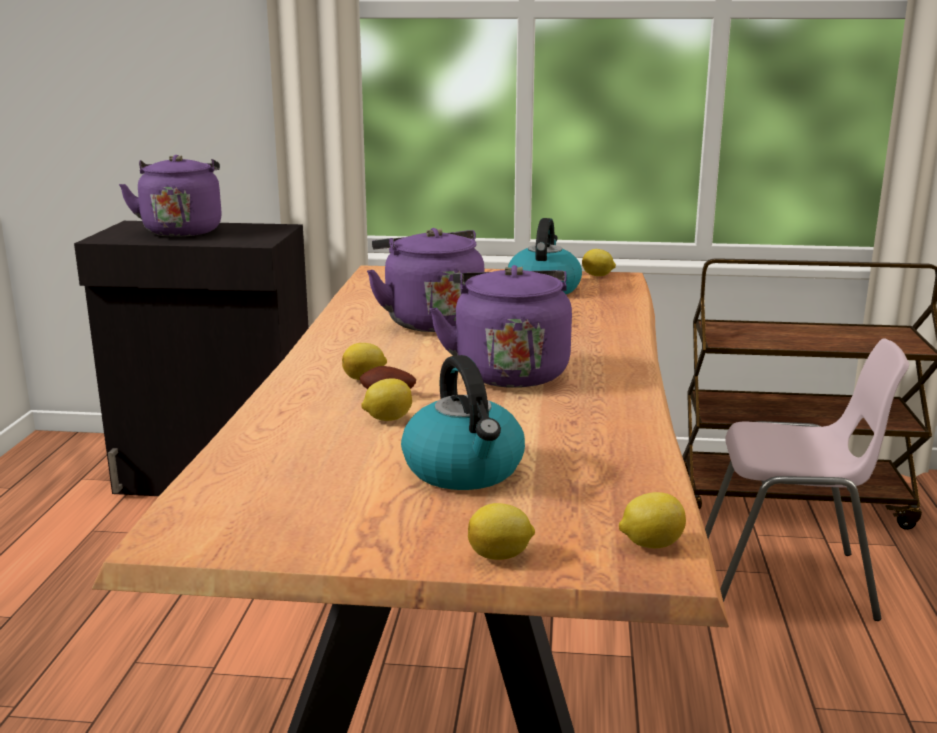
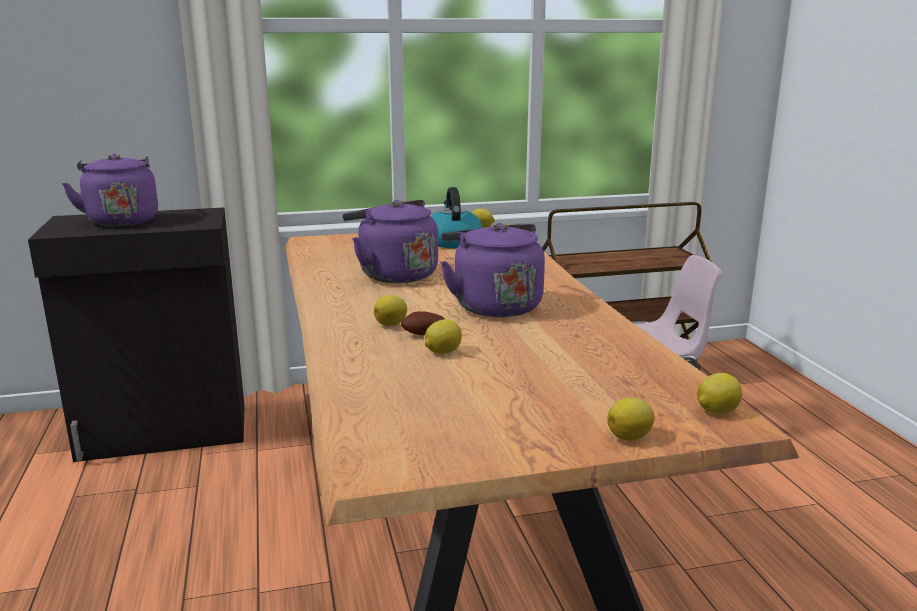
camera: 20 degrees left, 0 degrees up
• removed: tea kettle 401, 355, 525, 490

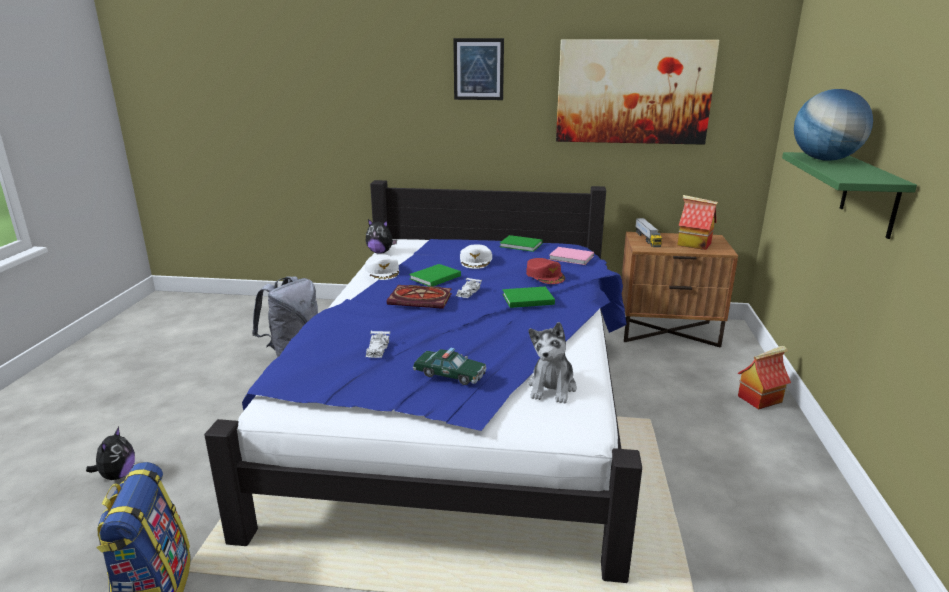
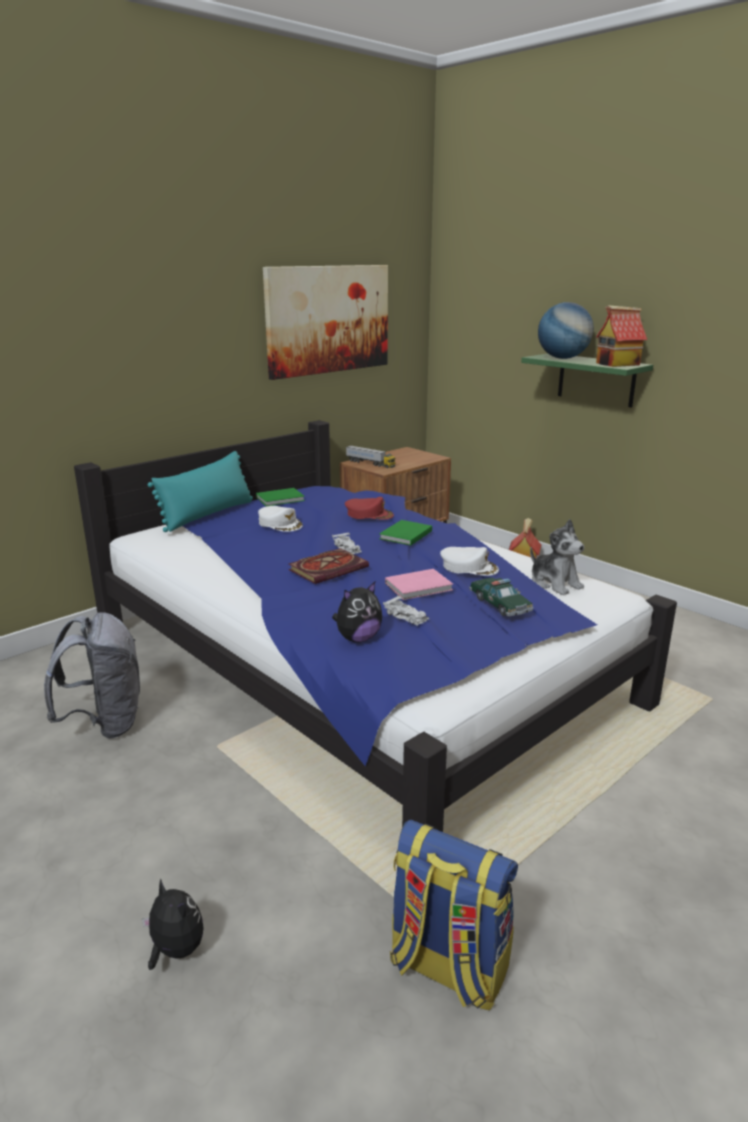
camera: 50 degrees left, 0 degrees up
• removed: wall art 453, 38, 504, 100
• moved: toy house 677, 195, 718, 250 to 596, 305, 647, 367
• moved: soft toy 366, 219, 397, 254 to 332, 582, 382, 643
• moved: pink bound book 549, 247, 594, 265 to 385, 569, 453, 600
• moved: white-coloured cap 365, 254, 399, 280 to 440, 547, 499, 576
• removed: green-coloured bound book 409, 264, 461, 287
• turned: miniature car 413, 348, 487, 385 = 469, 577, 534, 617 90 degrees clockwise
• added: turquoise-coloured throw pillow 148, 451, 253, 532

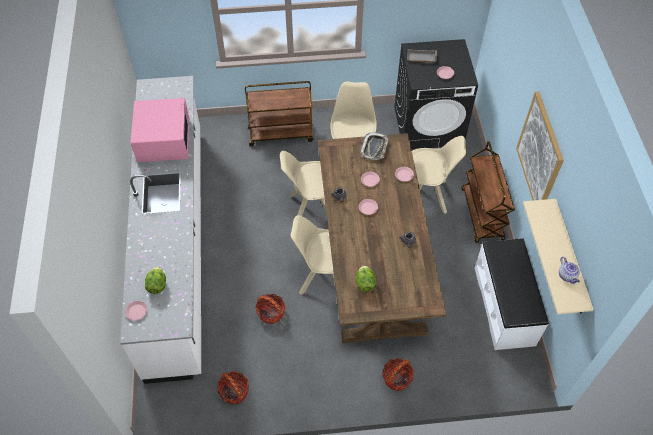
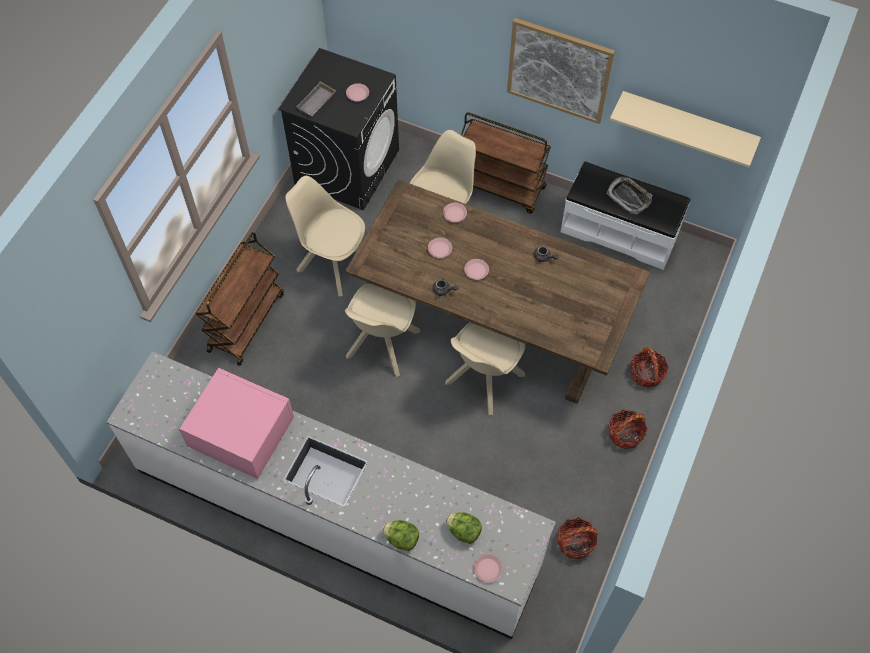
camera: 60 degrees left, 5 degrees up
• moved: serving tray 360, 132, 389, 160 to 607, 177, 652, 214
• removed: teapot 559, 257, 580, 284
• moved: lettuce 356, 266, 376, 292 to 382, 520, 419, 551
• moved: household basket 255, 294, 285, 324 to 608, 410, 648, 449

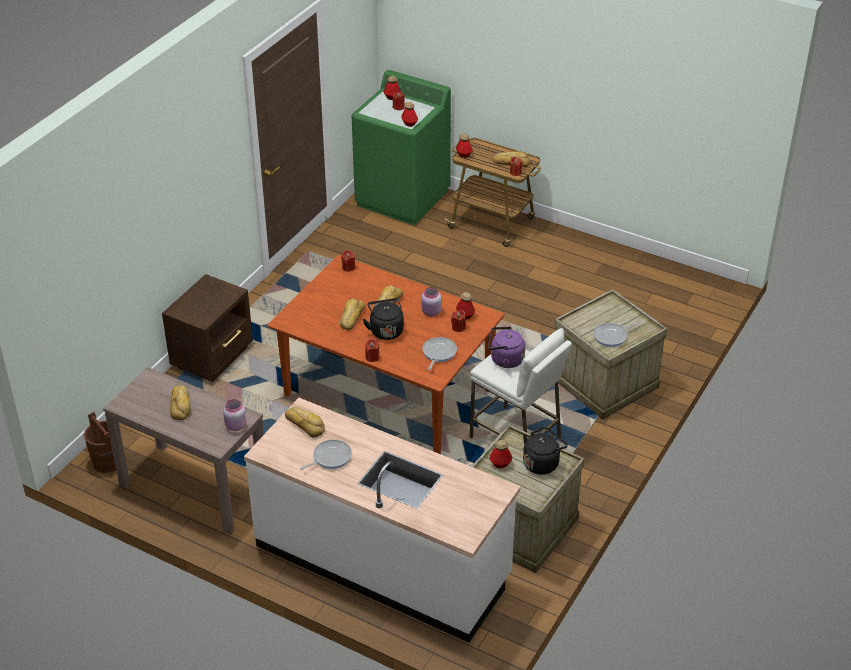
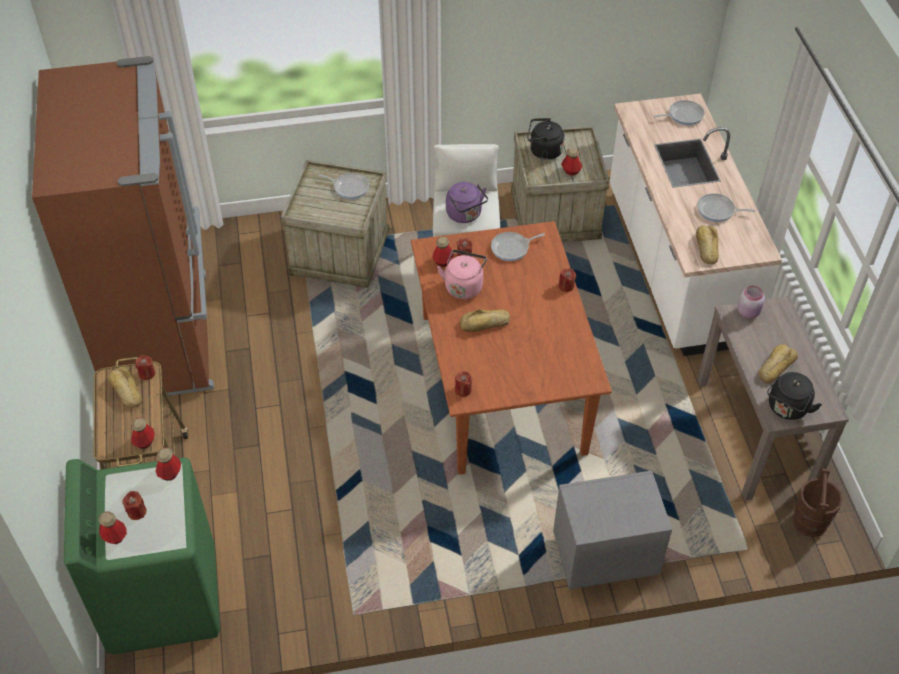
camera: 130 degrees left, 10 degrees up
• recoloured: brownish night table 162, 274, 253, 382 to greyish night table 553, 471, 672, 589
• replaced: pink jar 422, 287, 442, 316 to pink tea kettle 437, 250, 487, 299
• moved: black tea kettle 363, 298, 404, 340 to 767, 372, 822, 420
• removed: bread 340, 299, 366, 330
• added: brownish fridge 32, 56, 214, 403
• added: pan 654, 100, 705, 125

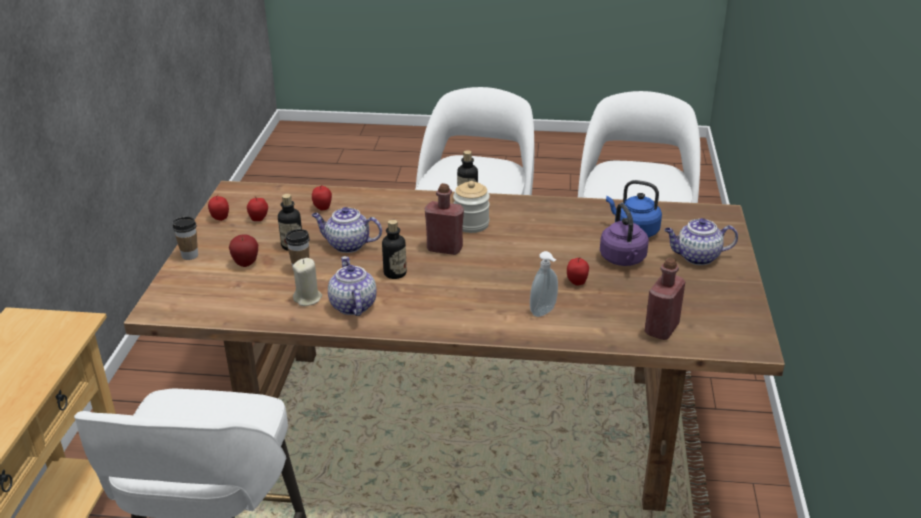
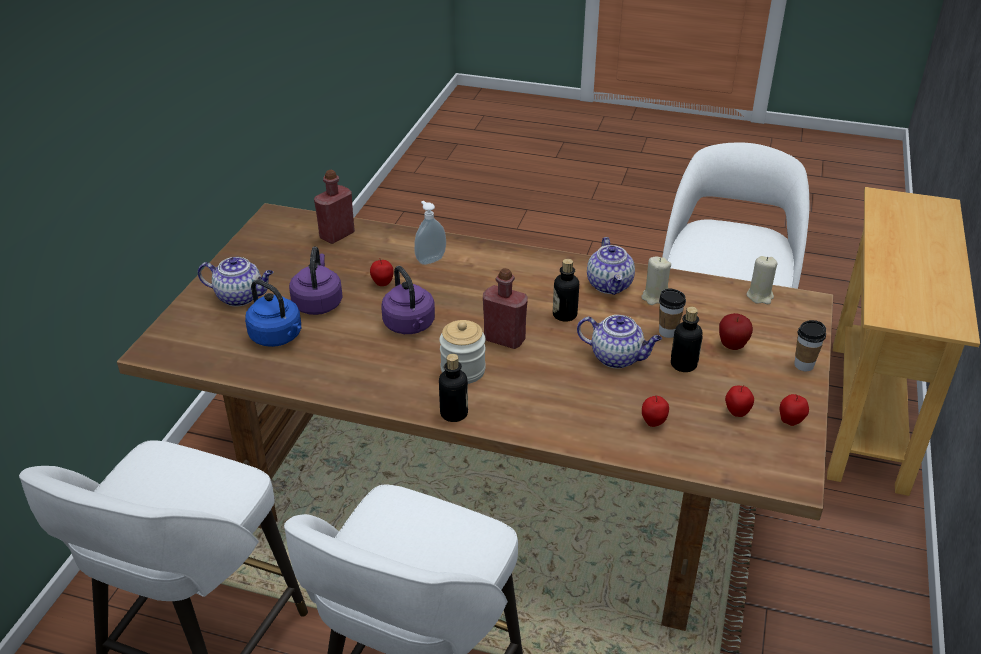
camera: 170 degrees left, 5 degrees up
• added: sand-coloured candle 747, 256, 777, 304
• added: purple-coloured tea kettle 381, 266, 435, 334

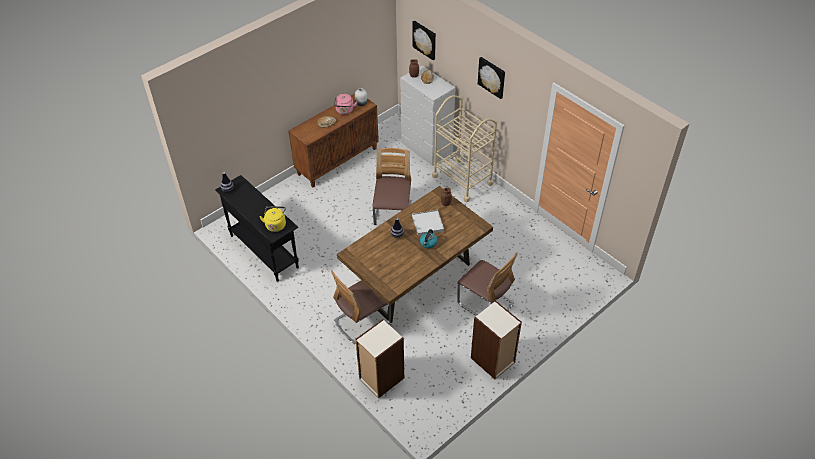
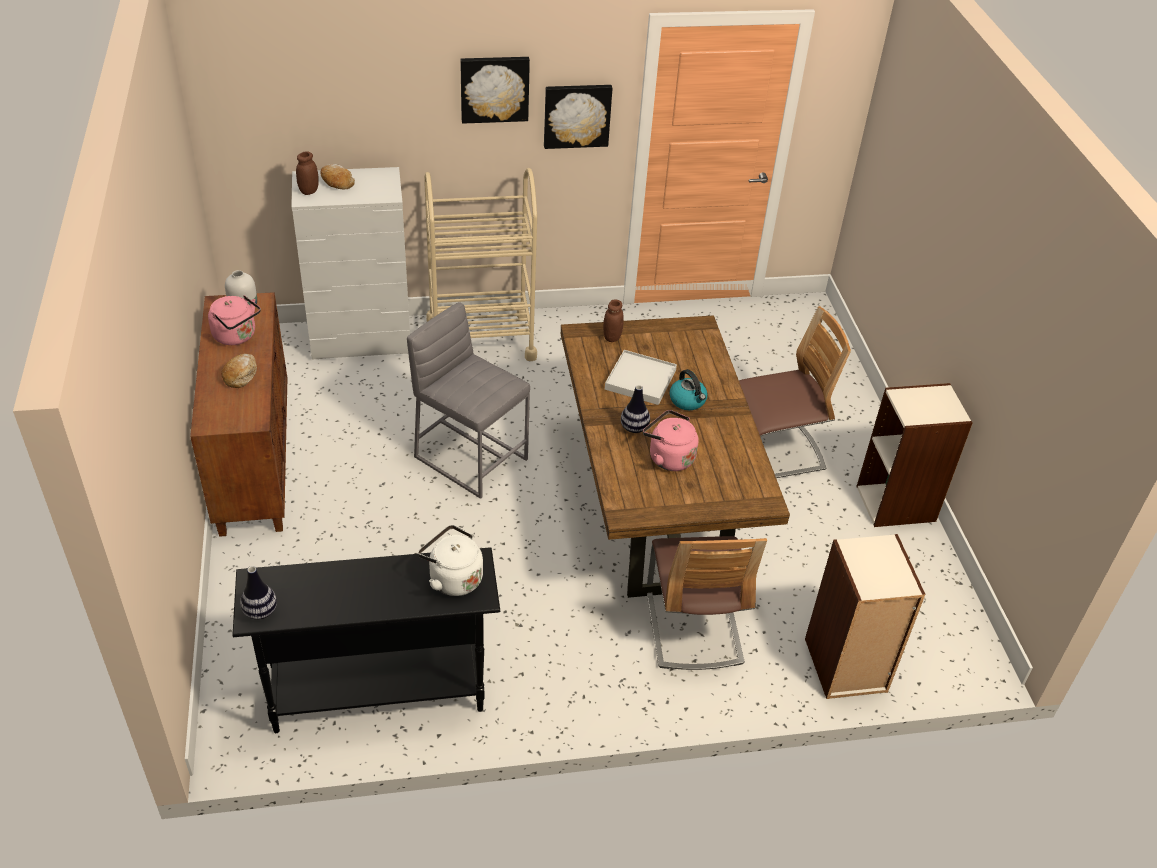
camera: 60 degrees left, 5 degrees down
• moved: wall art 413, 21, 436, 60 to 544, 85, 613, 149
• replaced: chair 372, 148, 412, 225 to greyish sitting stool 407, 302, 530, 499
• recoloured: yellow-coloured tea kettle 259, 206, 286, 232 to white-coloured tea kettle 418, 525, 483, 596
• added: pink tea kettle 643, 410, 698, 471

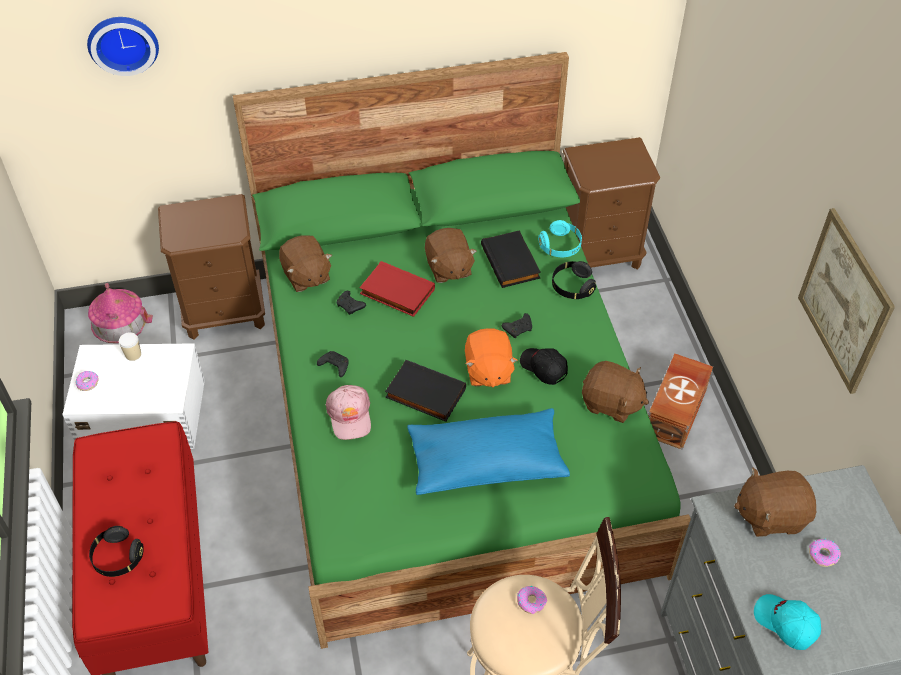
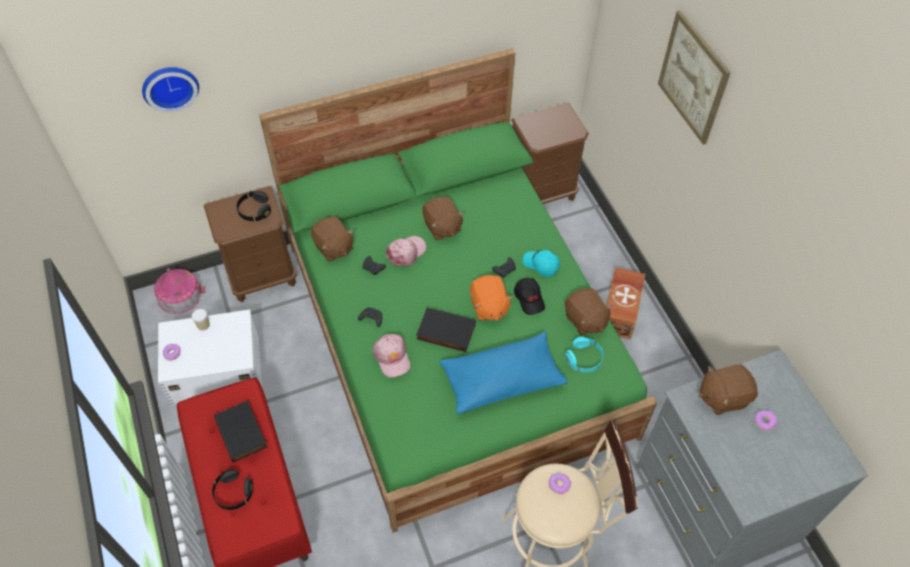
camera: 10 degrees left, 5 degrees up
• moved: wall art 798, 208, 895, 394 to 658, 10, 731, 145
• moved: turquoise-coloured headphones 538, 220, 582, 257 to 565, 337, 603, 373
• moved: black bound book 481, 230, 541, 288 to 214, 400, 267, 462
• replaced: red bound book 360, 261, 435, 317 to pink cap 386, 236, 426, 266
• moved: black headphones 552, 261, 596, 299 to 236, 191, 271, 221
• turned: black cap 520, 348, 568, 385 = 514, 278, 545, 315 150 degrees counterclockwise
• turned: brownish soft toy 582, 361, 649, 423 = 565, 288, 613, 336 45 degrees clockwise
• moved: turquoise-coloured cap 754, 594, 821, 650 to 523, 250, 560, 277

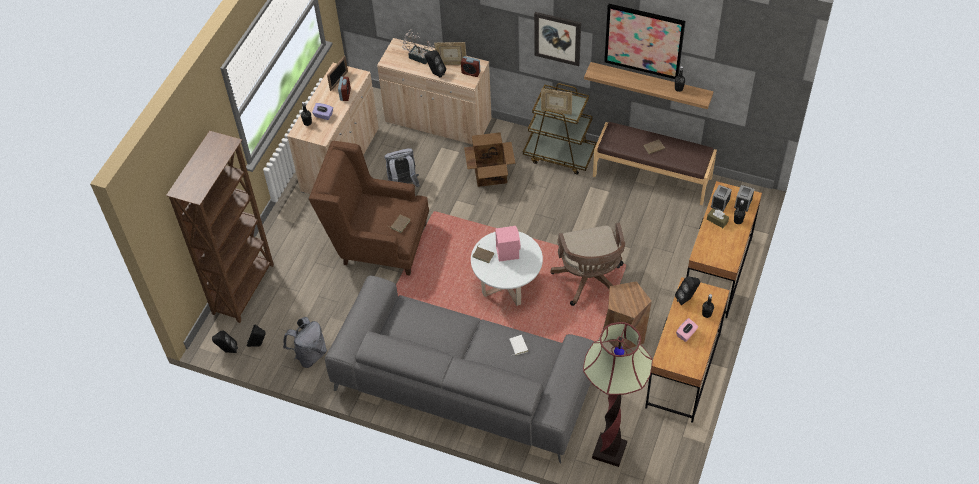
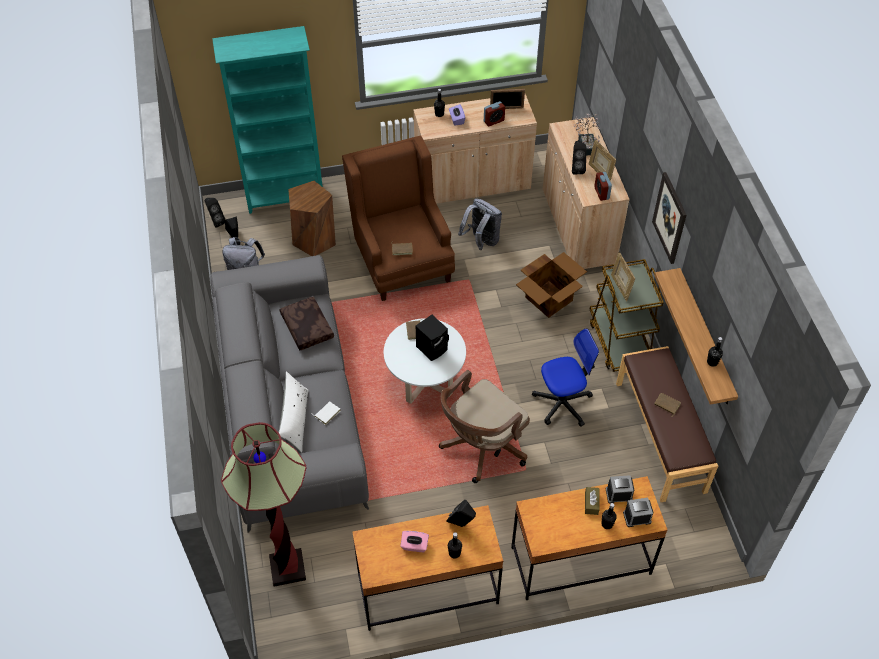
camera: 55 degrees right, 0 degrees up
• removed: wall art 604, 4, 685, 79
• recoloured: brownish bookcase 166, 131, 274, 323 to turquoise-coloured bookcase 212, 26, 323, 214
• recoloured: pink audio speaker 495, 226, 521, 262 to black audio speaker 416, 315, 449, 361
• moved: brownish sitting stool 603, 281, 652, 351 to 288, 181, 336, 256
• added: brownish throw pillow 280, 296, 334, 350
• added: desk chair 532, 329, 599, 427
• added: white-coloured throw pillow 278, 371, 309, 453

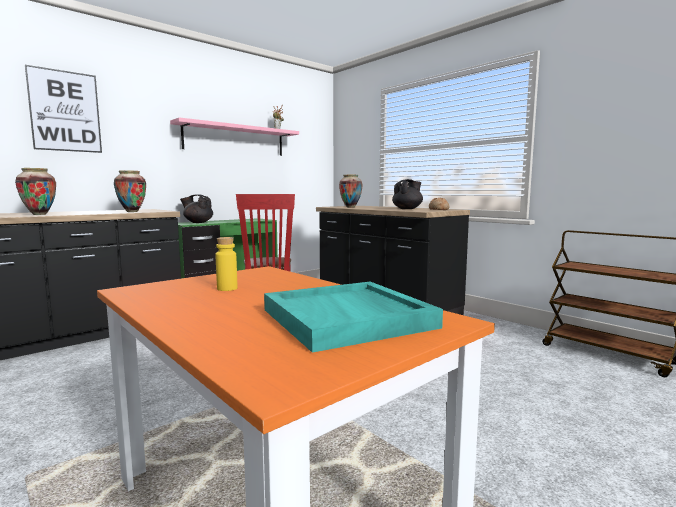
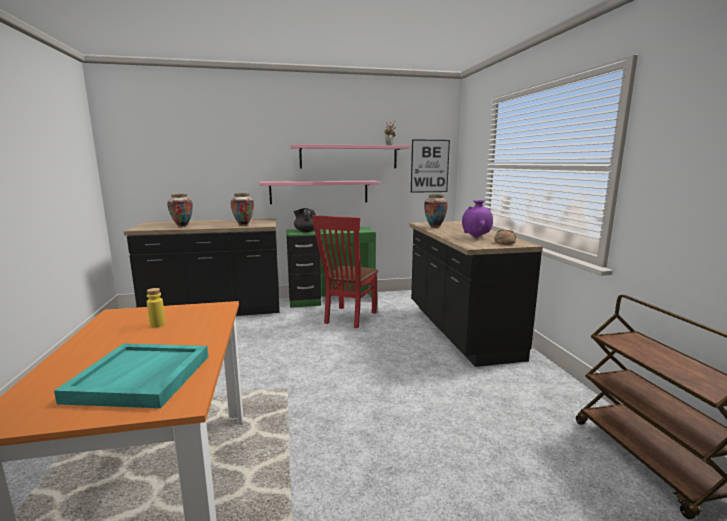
camera: 30 degrees right, 5 degrees up
• moved: wall art 25, 65, 102, 153 to 411, 139, 450, 193
• replaced: black teapot 392, 179, 423, 209 to purple-coloured decorative vase 462, 200, 493, 238
• added: pink shelf 259, 181, 379, 204

